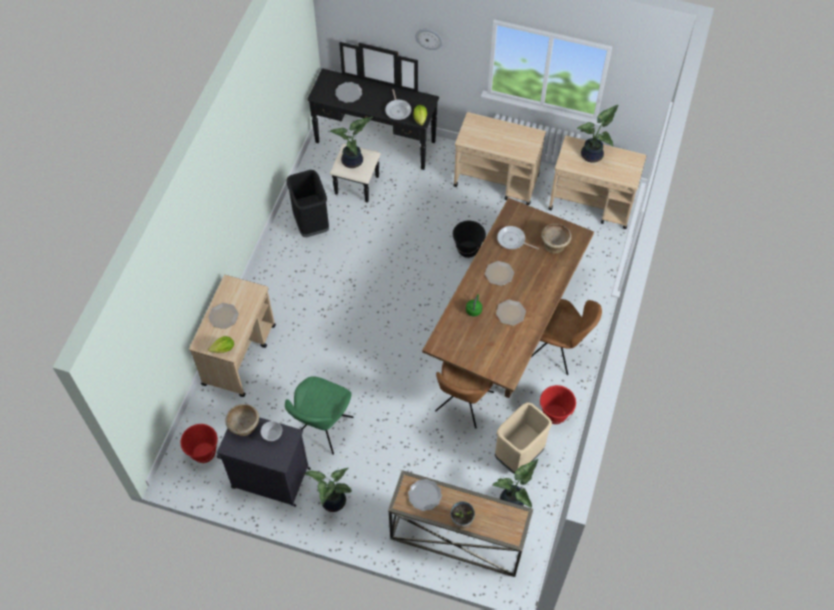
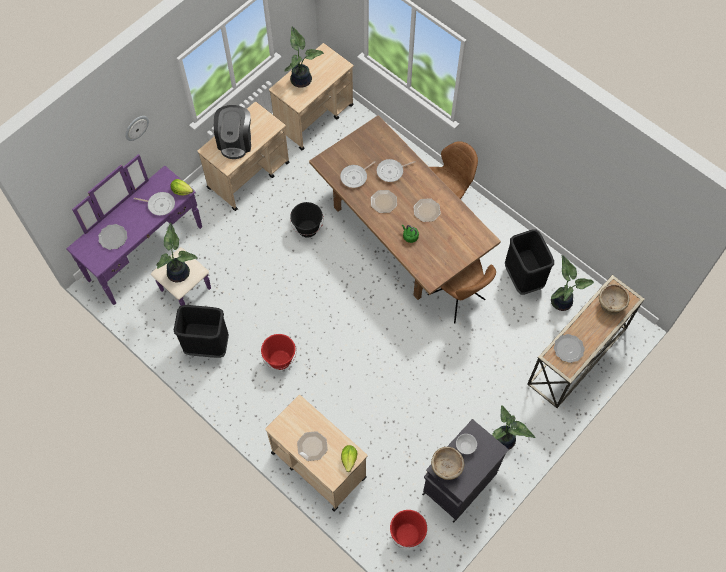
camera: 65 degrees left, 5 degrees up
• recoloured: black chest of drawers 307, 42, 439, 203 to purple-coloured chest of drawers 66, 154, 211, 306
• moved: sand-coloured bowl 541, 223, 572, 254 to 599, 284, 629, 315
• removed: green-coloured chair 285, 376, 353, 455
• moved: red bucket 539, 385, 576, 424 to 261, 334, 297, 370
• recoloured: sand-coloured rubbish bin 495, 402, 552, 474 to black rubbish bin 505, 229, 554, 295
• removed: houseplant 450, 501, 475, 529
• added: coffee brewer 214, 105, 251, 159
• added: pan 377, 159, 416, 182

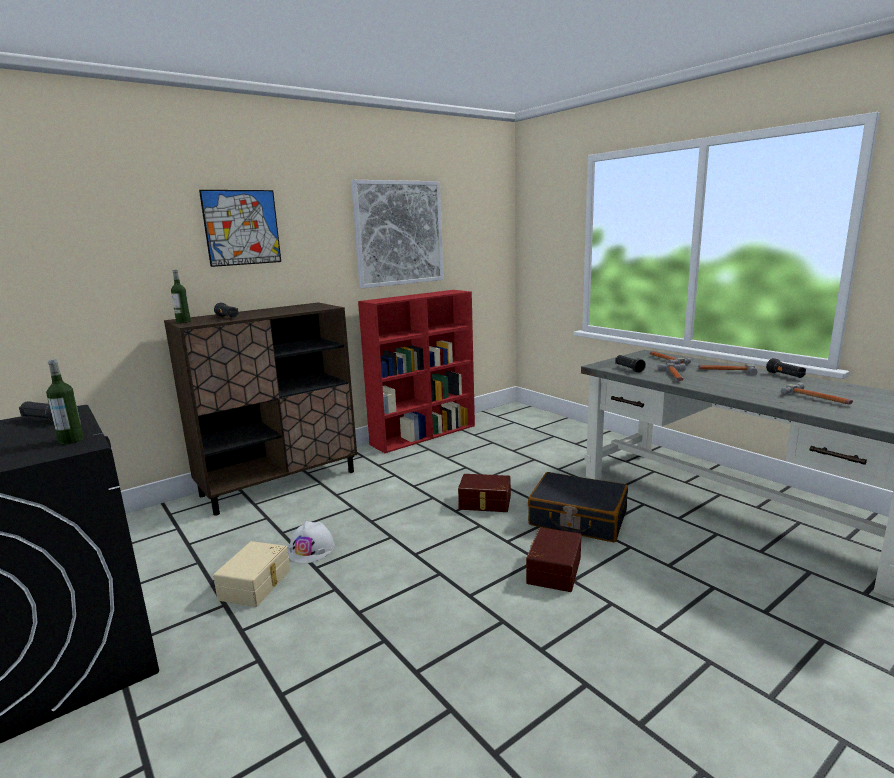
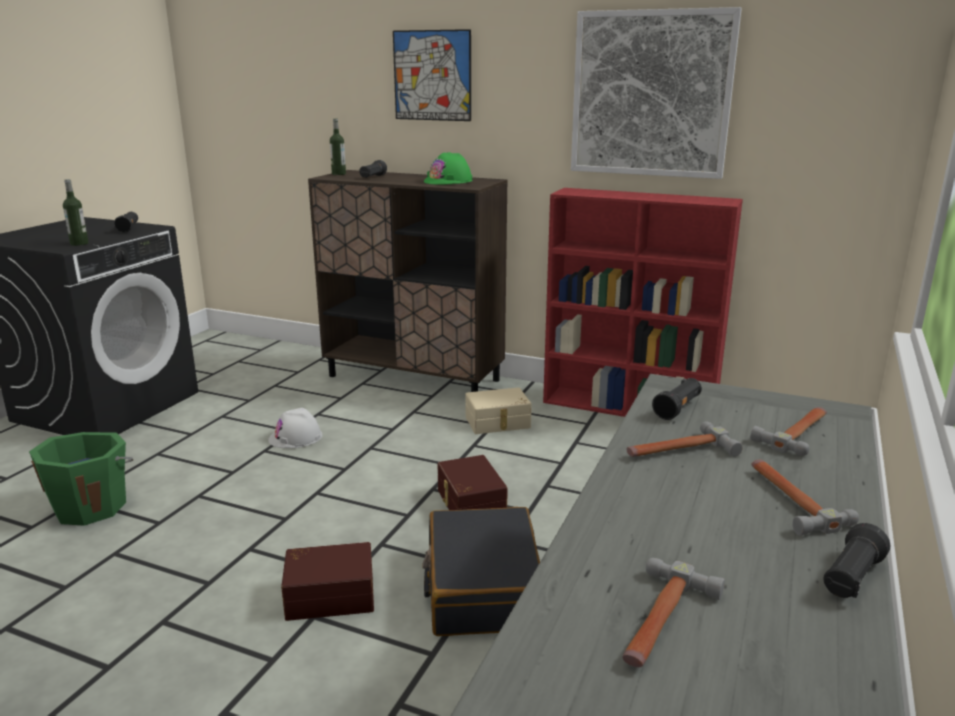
camera: 60 degrees right, 5 degrees up
• moved: sand-coloured storage box 213, 541, 290, 607 to 465, 387, 532, 434
• added: green-coloured hard hat 424, 152, 473, 184
• added: green-coloured bucket 29, 432, 133, 526

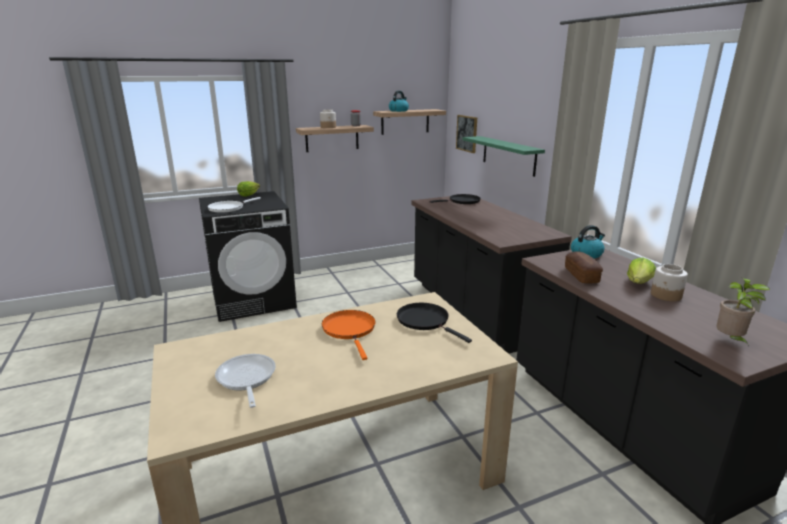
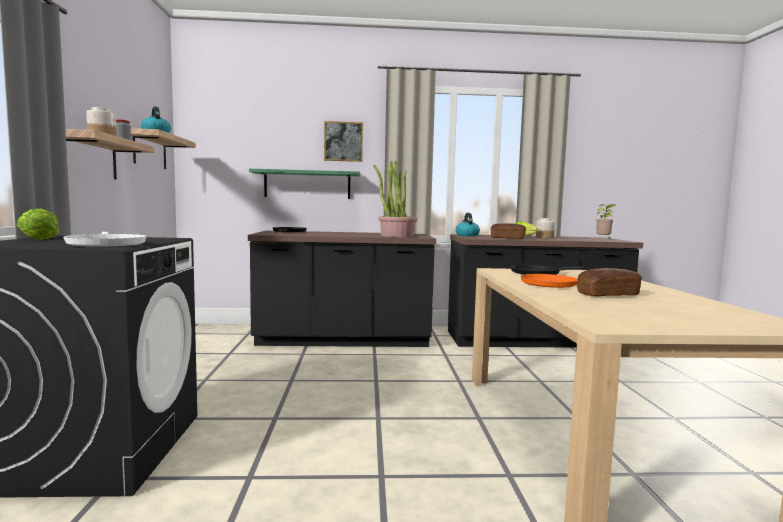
camera: 70 degrees left, 15 degrees down
• moved: wall art 456, 115, 477, 153 to 324, 121, 363, 162
• removed: pan 215, 354, 276, 408
• added: houseplant 373, 161, 418, 237
• added: bread 577, 268, 642, 296

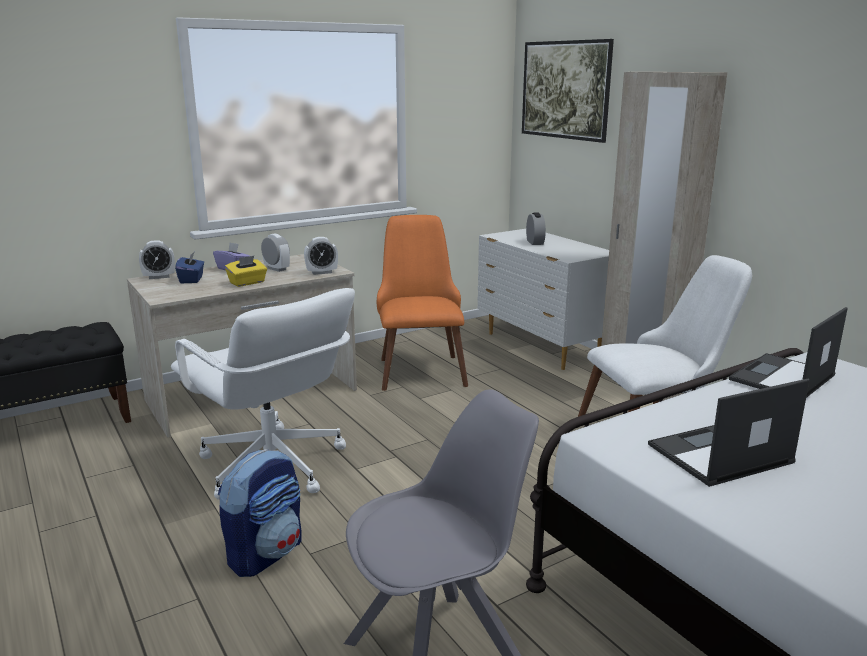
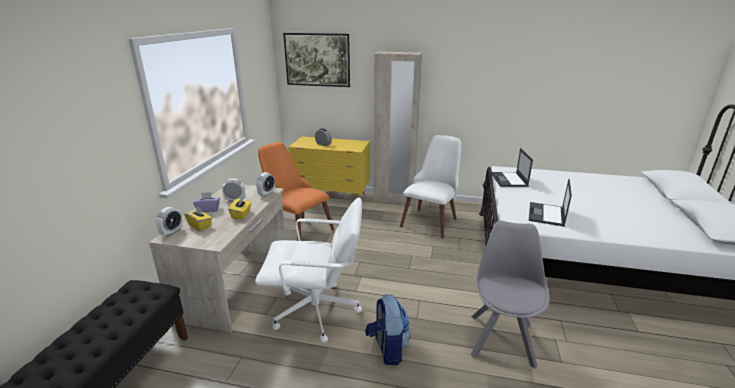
camera: 45 degrees left, 5 degrees up
• recoloured: white-coloured chest of drawers 477, 229, 609, 370 to yellow-coloured chest of drawers 288, 137, 370, 198
• recoloured: blue tissue box 175, 251, 204, 283 to yellow-coloured tissue box 184, 207, 212, 231

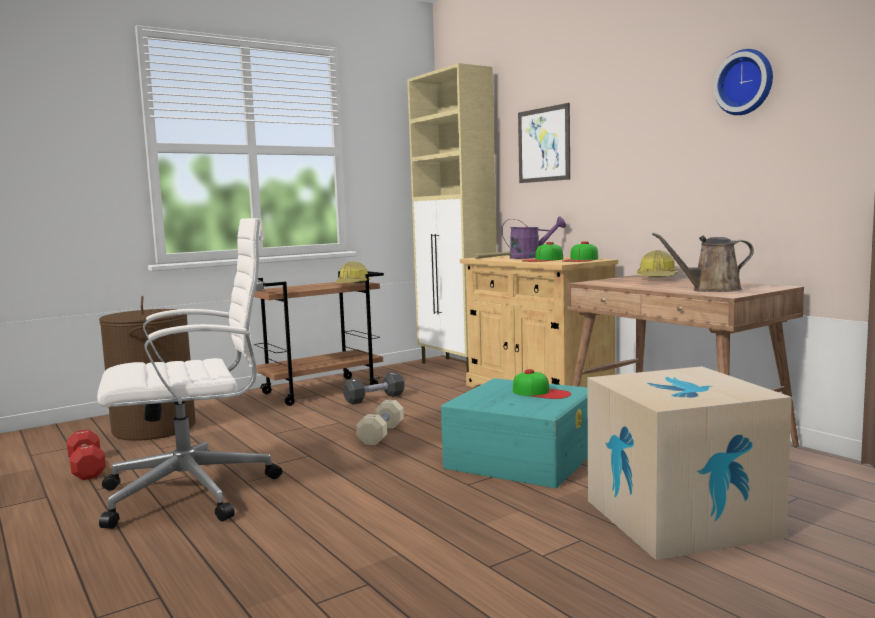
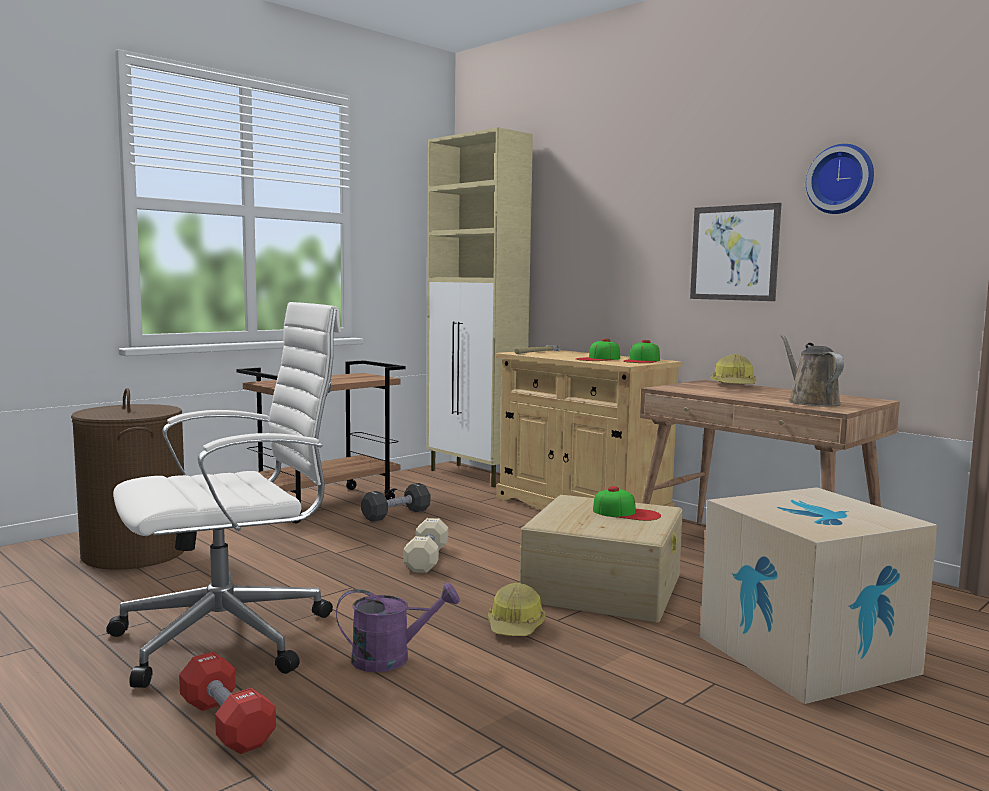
camera: 10 degrees left, 0 degrees up
• moved: wall art 518, 103, 570, 183 to 690, 203, 782, 301
• moved: purple-coloured sprinkling can 502, 217, 566, 259 to 336, 582, 459, 672
• turned: brownish sprinkling can 652, 233, 754, 292 = 780, 334, 844, 407 90 degrees clockwise
• moved: hard hat 335, 261, 371, 283 to 488, 583, 546, 636
• recoloured: turquoise-coloured storage box 440, 378, 588, 488 to sand-coloured storage box 519, 495, 683, 623
• moved: red free weight 66, 429, 106, 480 to 179, 652, 276, 754

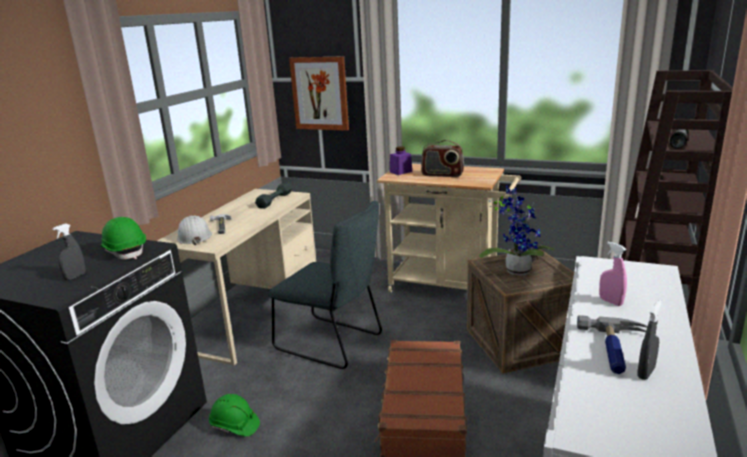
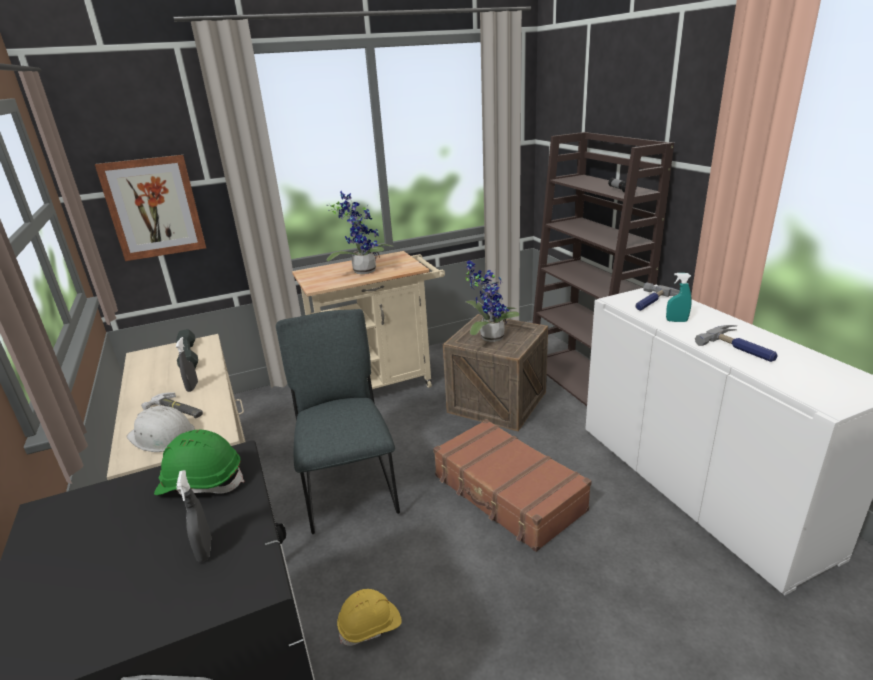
camera: 45 degrees left, 5 degrees up
• replaced: radio 421, 140, 464, 177 to houseplant 326, 191, 394, 274
• removed: purple-coloured jar 390, 146, 412, 175
• turned: greyish chair 268, 201, 382, 369 = 276, 309, 400, 534 90 degrees counterclockwise
• recoloured: pink sprayer 599, 242, 627, 306 to turquoise-coloured sprayer 666, 273, 692, 322
• moved: greyish sprayer 637, 300, 662, 380 to 176, 337, 198, 392
• recoloured: green-coloured hard hat 209, 394, 260, 436 to yellow-coloured hard hat 337, 589, 402, 646
• added: hand hammer 635, 282, 680, 311

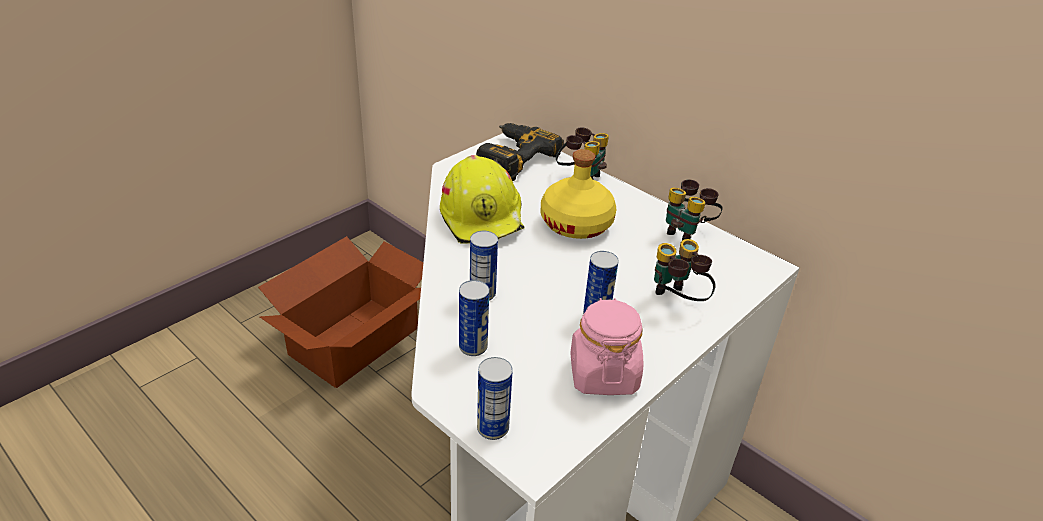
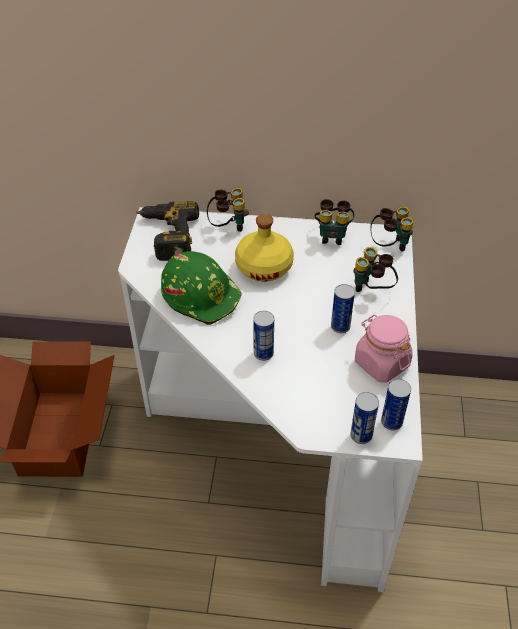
camera: 35 degrees left, 10 degrees up
• recoloured: yellow-coloured hard hat 440, 155, 524, 244 to green-coloured hard hat 161, 251, 242, 325
• moved: metal can 459, 280, 489, 356 to 381, 379, 411, 431
• added: field glasses 370, 207, 414, 251

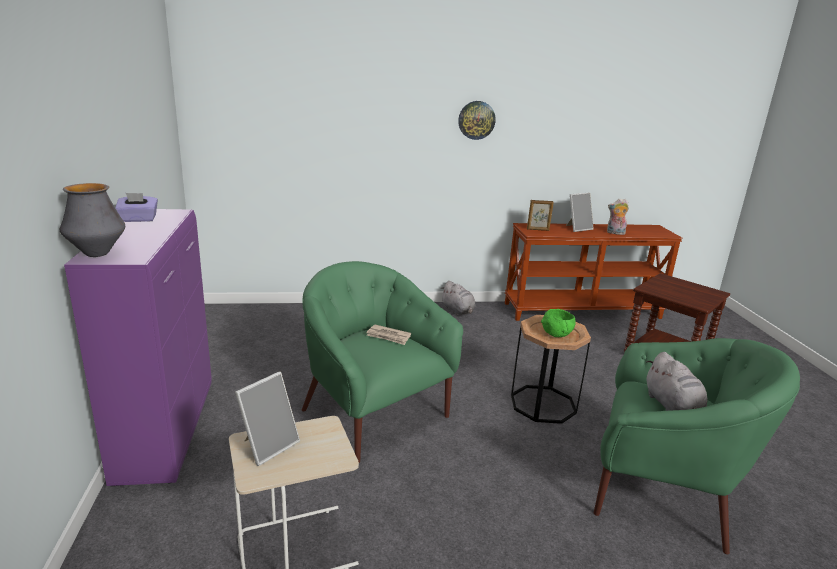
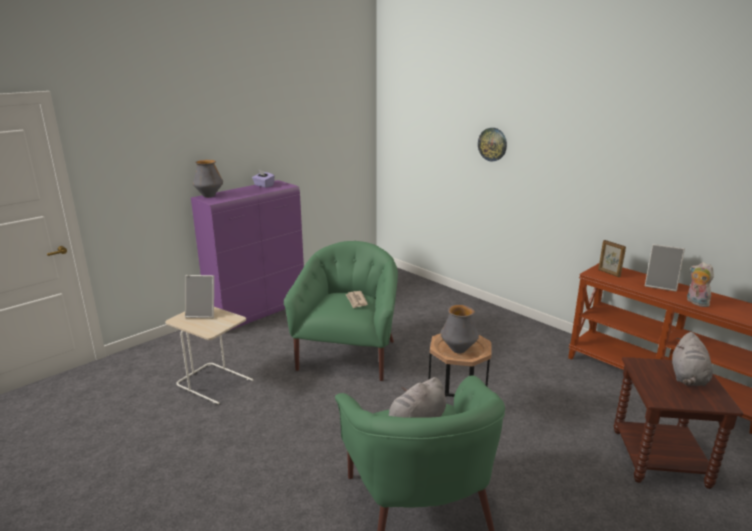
camera: 55 degrees right, 0 degrees up
• moved: clock on the wall 458, 101, 496, 140 to 478, 128, 507, 162
• moved: greyish soft toy 440, 281, 476, 315 to 672, 332, 713, 386
• replaced: green-coloured bowl 541, 309, 576, 337 to decorative vase 441, 305, 479, 354

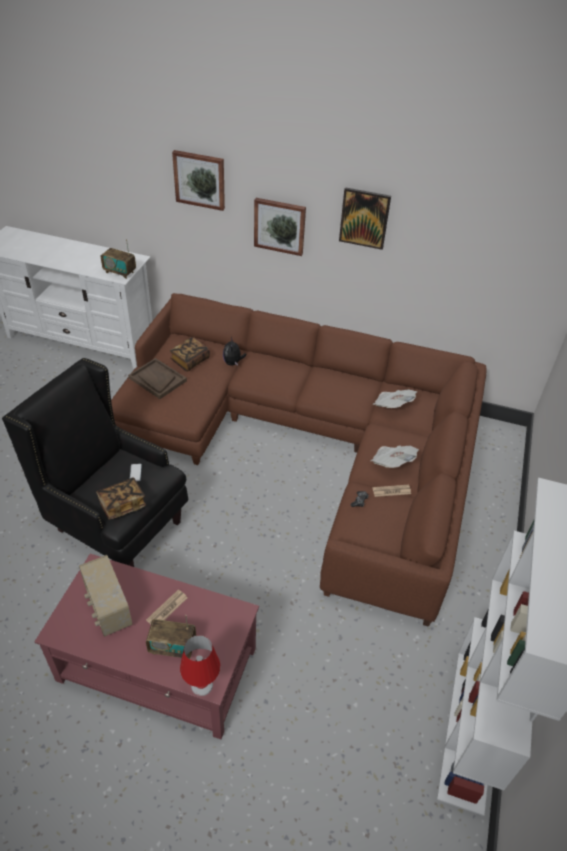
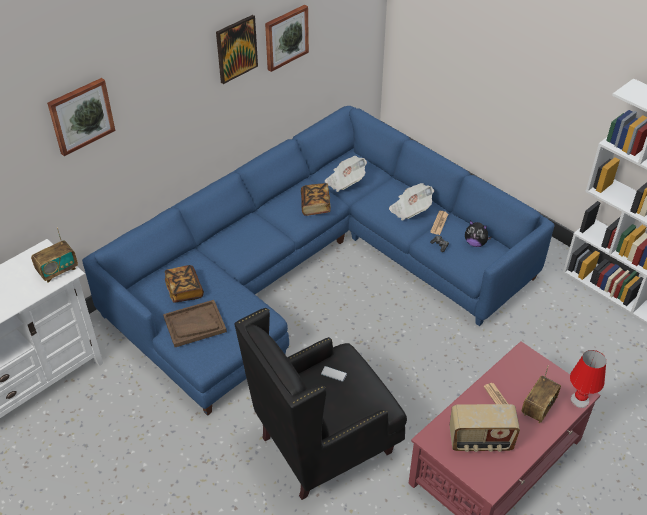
camera: 60 degrees left, 0 degrees up
• moved: wall art 254, 198, 306, 256 to 265, 5, 309, 72
• recoloured: brownish couch 111, 293, 487, 627 to blue couch 82, 106, 555, 416
• moved: soft toy 223, 337, 247, 366 to 465, 220, 491, 247
• moved: bound book 96, 478, 146, 520 to 301, 183, 331, 216

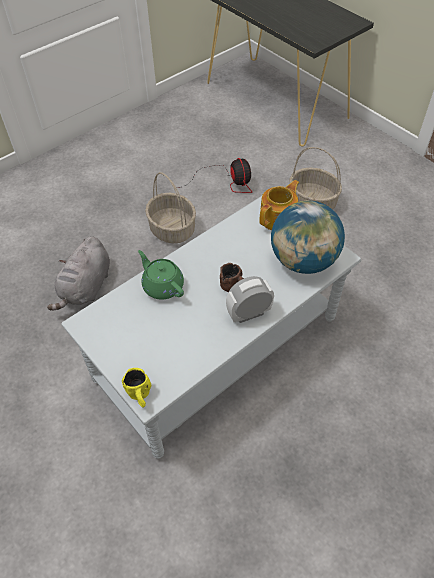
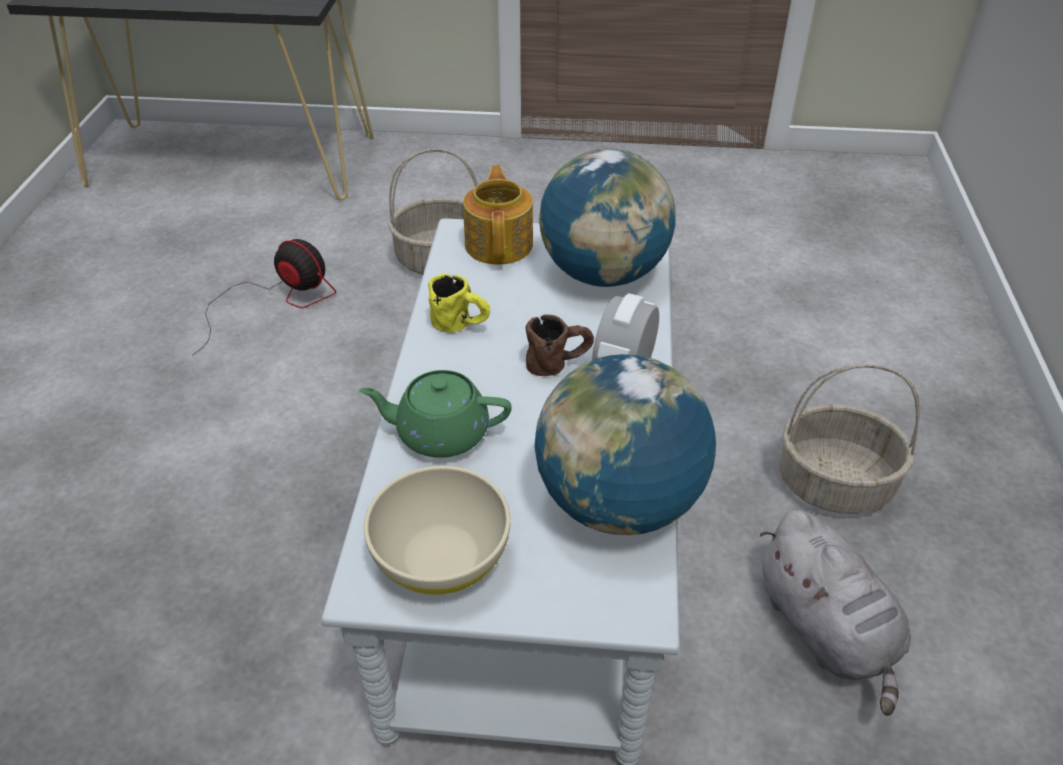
camera: 45 degrees left, 10 degrees down
• moved: household basket 145, 172, 196, 243 to 779, 364, 920, 514
• moved: greyish soft toy 47, 236, 110, 310 to 760, 510, 911, 716
• moved: yellow-coloured coffee mug 122, 368, 151, 408 to 428, 274, 490, 333
• added: globe 535, 354, 716, 535
• added: sand-coloured bowl 364, 466, 511, 595

